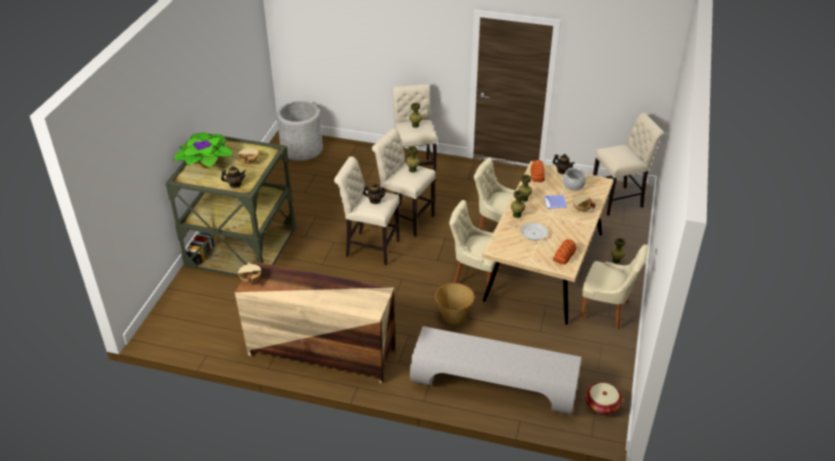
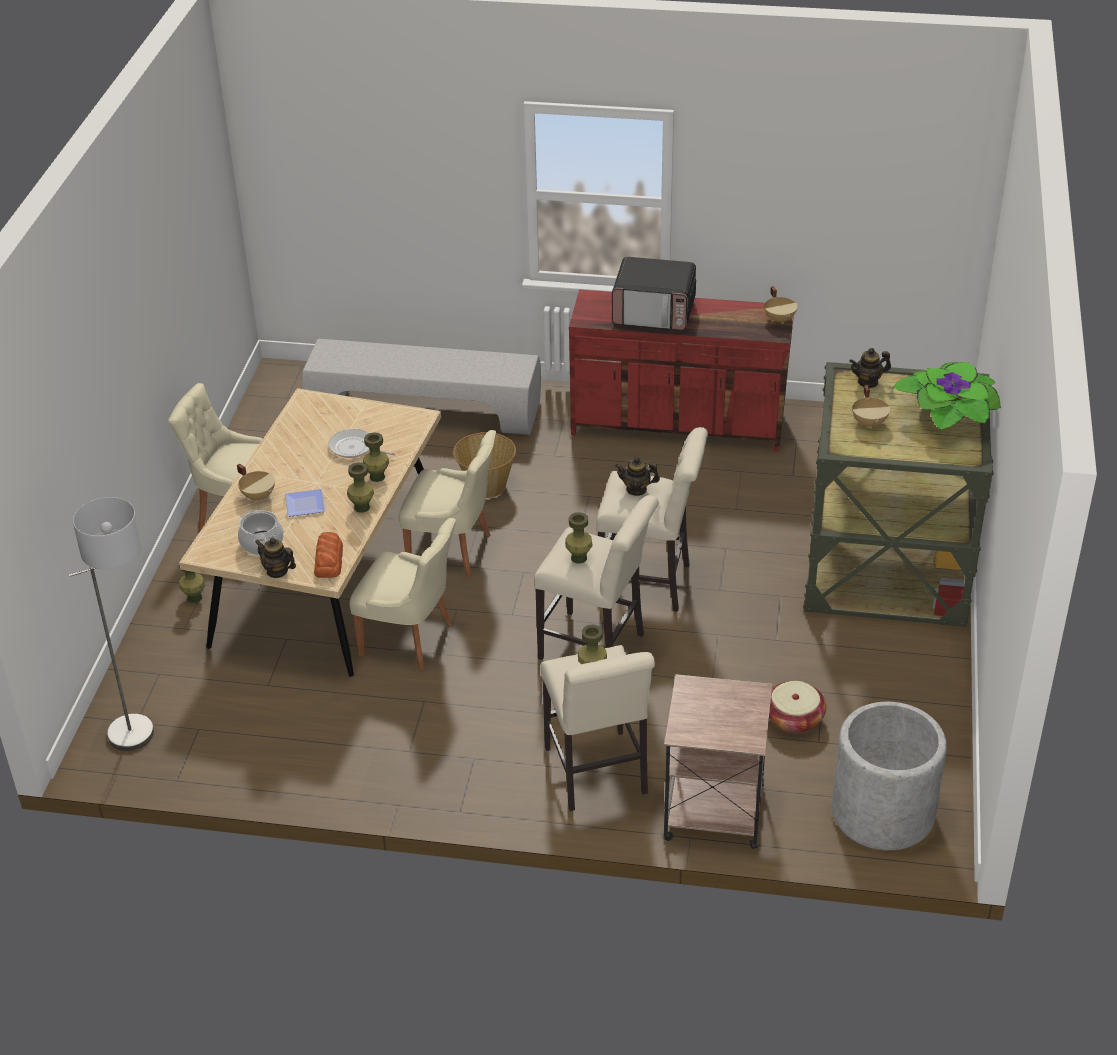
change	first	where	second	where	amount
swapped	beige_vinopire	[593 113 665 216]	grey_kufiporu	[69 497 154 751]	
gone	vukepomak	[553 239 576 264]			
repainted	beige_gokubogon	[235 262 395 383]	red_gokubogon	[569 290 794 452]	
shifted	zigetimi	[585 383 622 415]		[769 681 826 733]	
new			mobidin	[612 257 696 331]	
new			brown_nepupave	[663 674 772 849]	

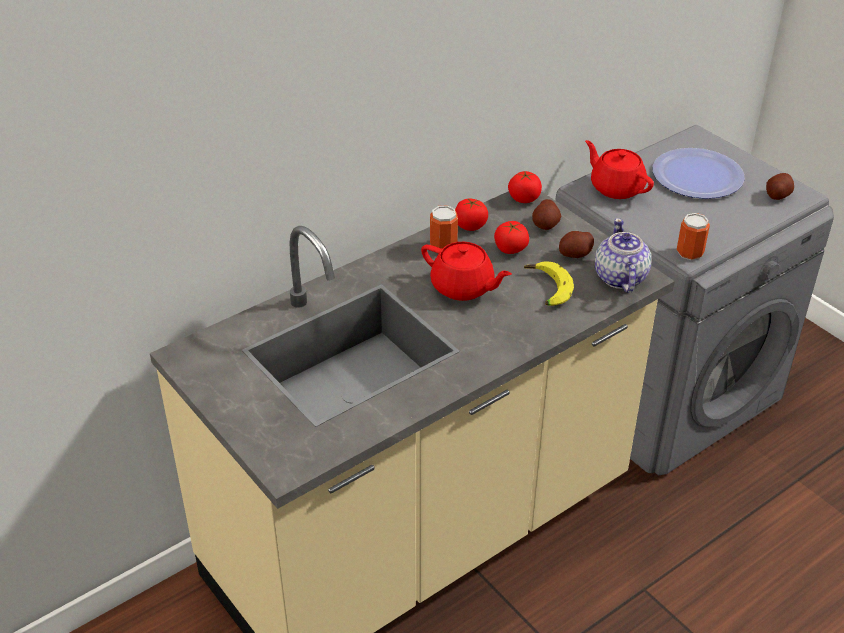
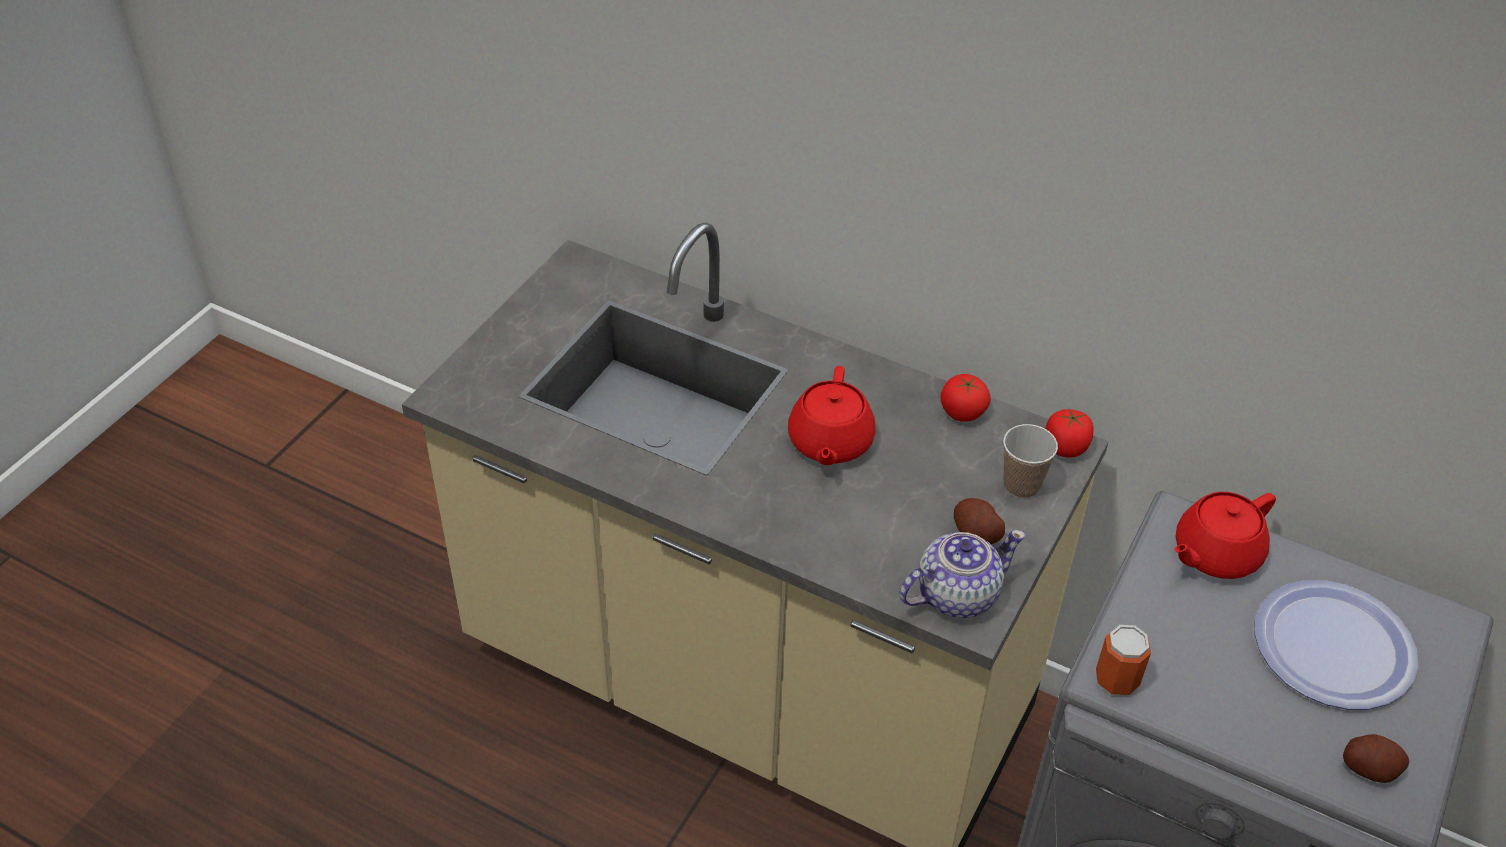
change	first	where	second	where	amount
rotated	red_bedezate	[585 140 654 199]		[1174 492 1276 579]	150 degrees counterclockwise
swapped	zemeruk	[532 199 561 230]	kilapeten	[1003 424 1058 498]	
gone	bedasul	[430 205 458 249]			
gone	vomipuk	[494 221 529 254]			
gone	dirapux	[524 261 574 306]			

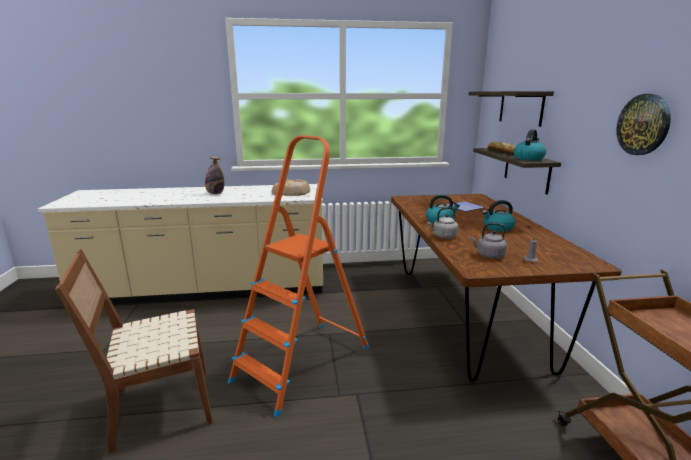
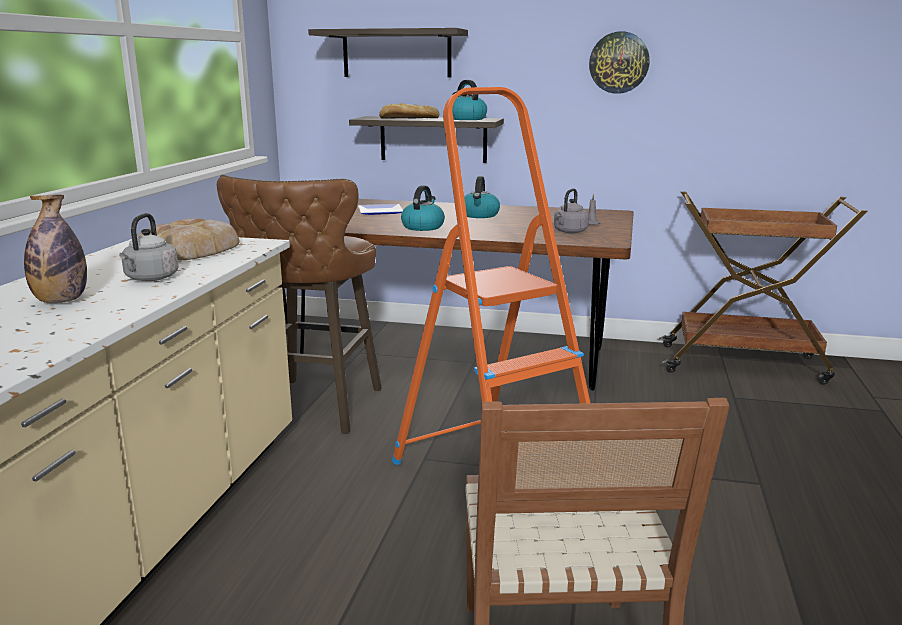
change	first	where	second	where	amount
shifted	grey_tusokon	[427 207 458 239]		[119 213 178 281]	
new			brown_vinopire	[217 175 382 434]	

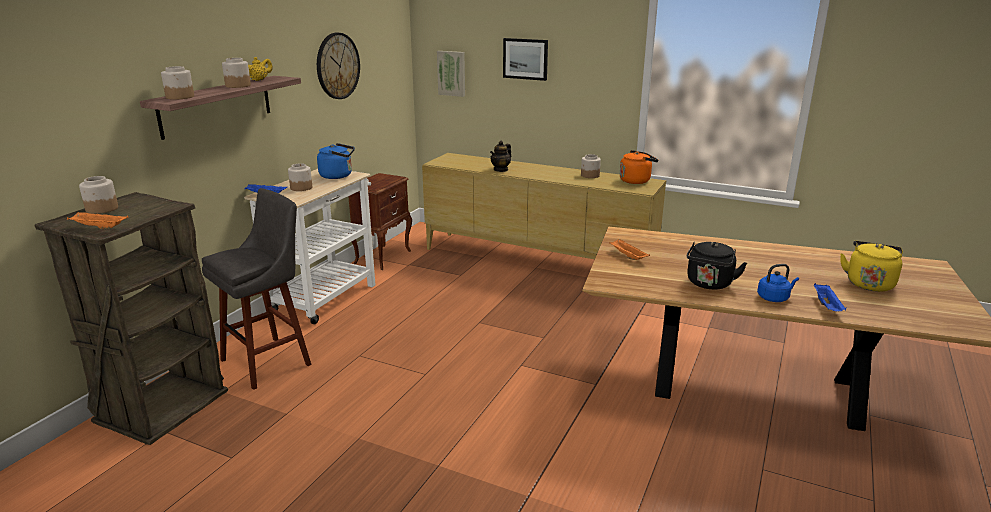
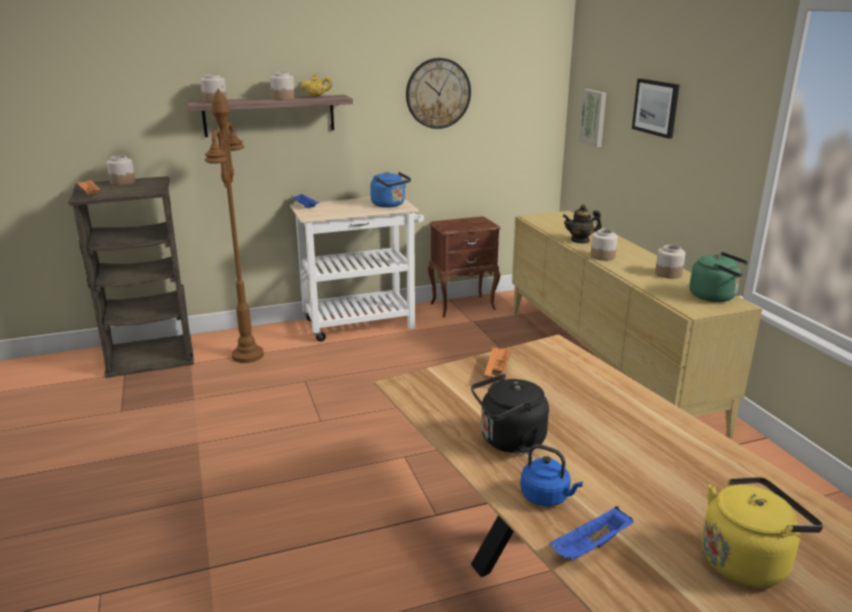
change	first	where	second	where	amount
repainted	orange_tusokon	[620 150 658 184]	green_tusokon	[690 252 748 302]	
shifted	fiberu	[288 163 312 191]		[591 229 618 261]	
swapped	grey_vinopire	[202 188 312 390]	brown_kufiporu	[205 89 264 363]	

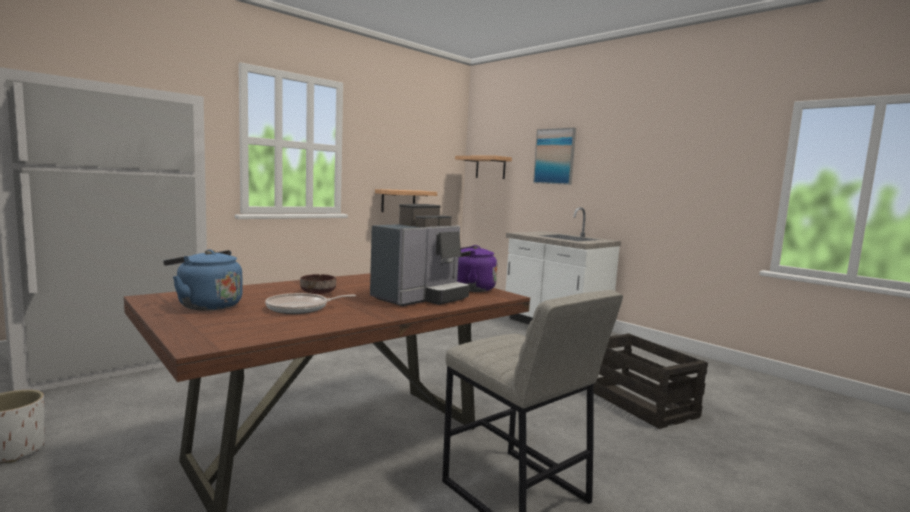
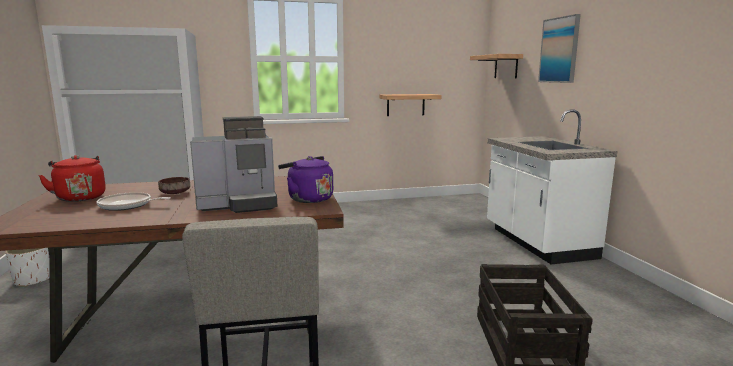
change	first	where	second	where	amount
repainted	blue_tusokon	[163 249 243 311]	red_tusokon	[38 155 106 202]	

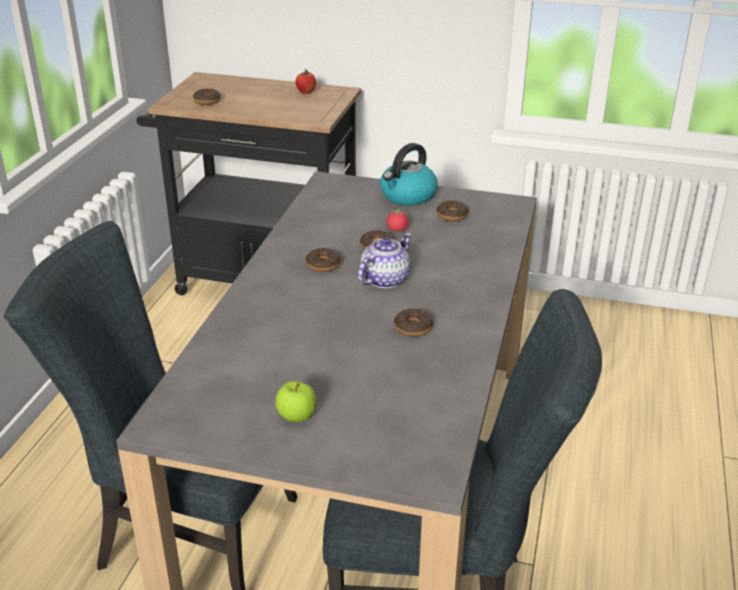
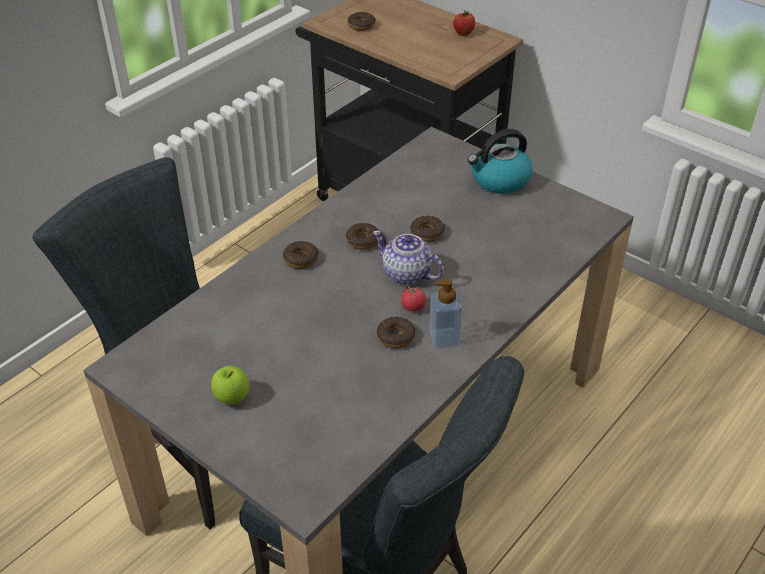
change	first	where	second	where	amount
shifted	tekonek	[436 200 468 221]		[283 241 319 269]	
shifted	vomipuk	[387 208 408 232]		[401 285 426 312]	
rotated	bedezate	[358 233 412 288]		[373 230 444 285]	120 degrees counterclockwise
new			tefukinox	[429 279 463 348]	

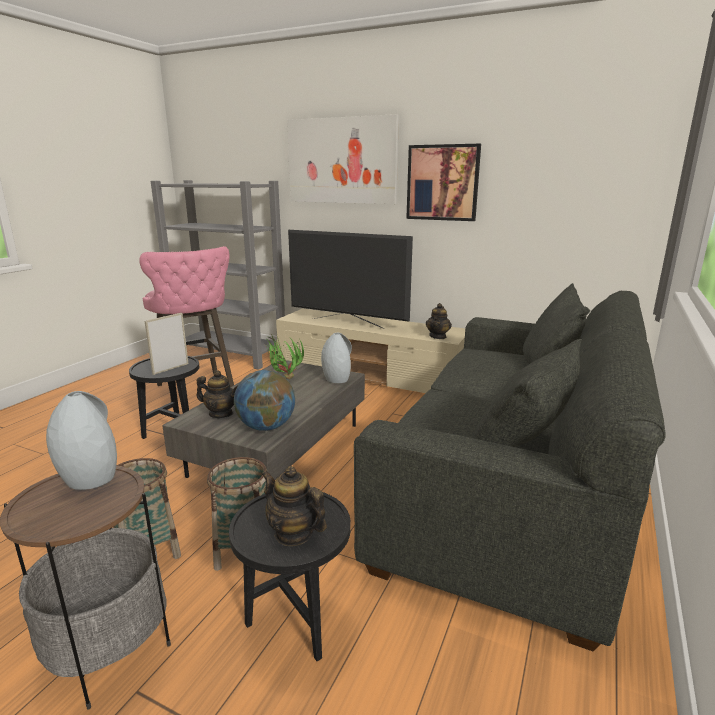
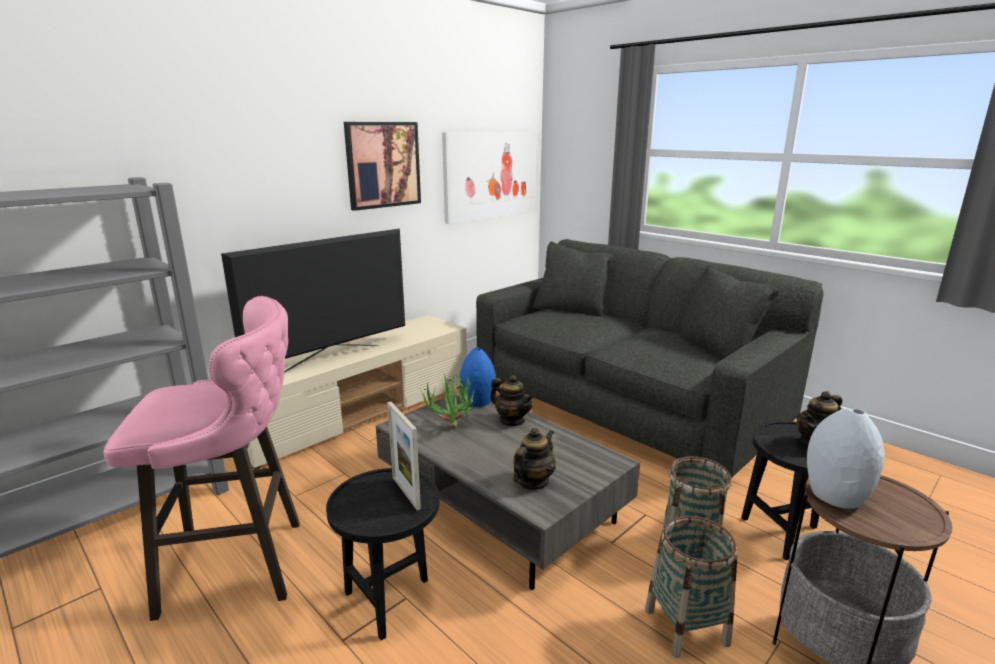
change	first	where	second	where	amount
shifted	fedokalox	[287 114 399 204]		[442 131 537 224]	
shifted	bedezate	[426 303 452 339]		[490 375 535 426]	
repainted	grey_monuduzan	[321 333 352 383]	blue_monuduzan	[460 347 496 407]	
gone	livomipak	[234 370 295 431]			

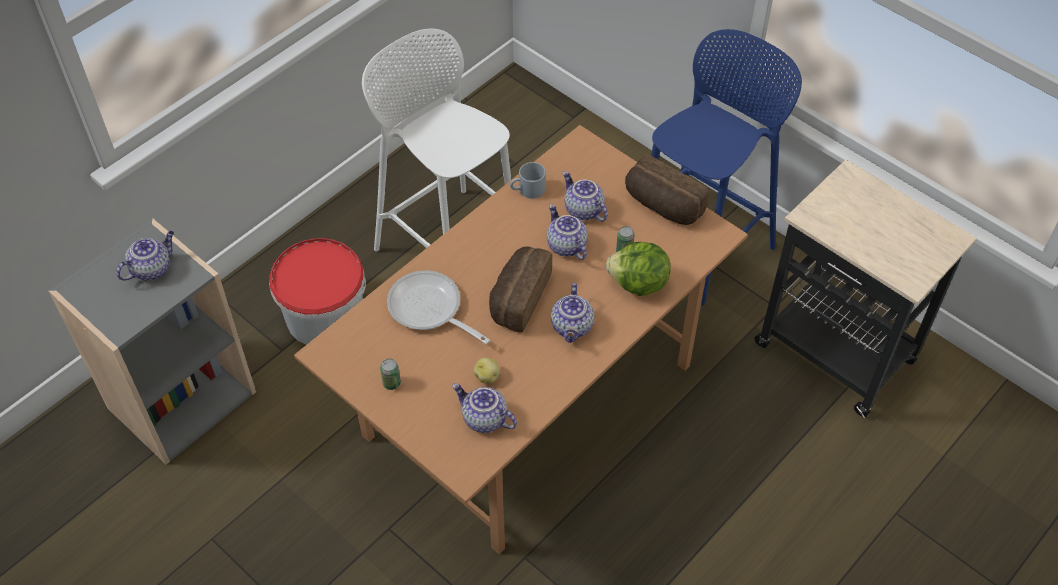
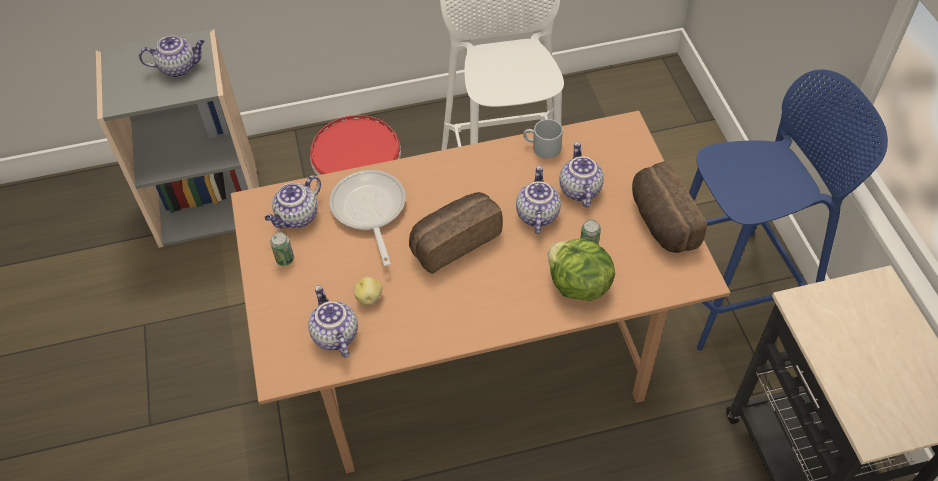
change	first	where	second	where	amount
shifted	bedezate	[551 283 594 343]		[265 175 321 228]	

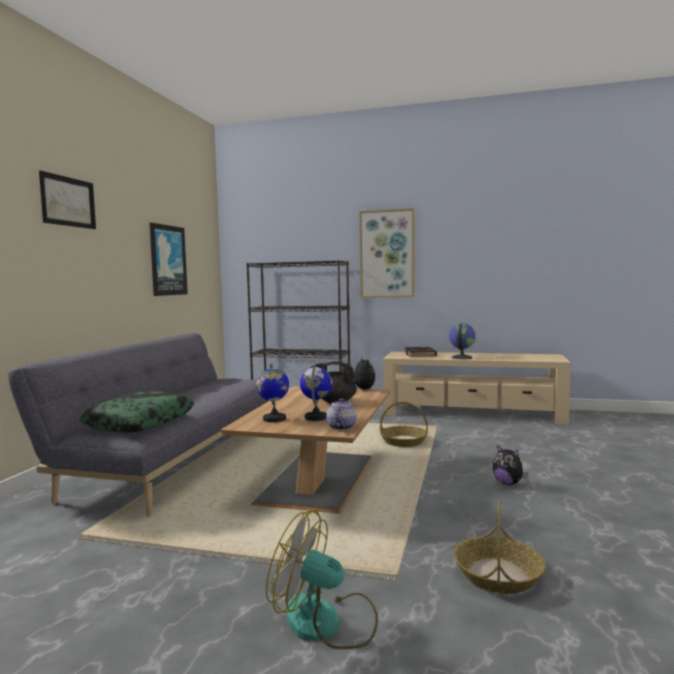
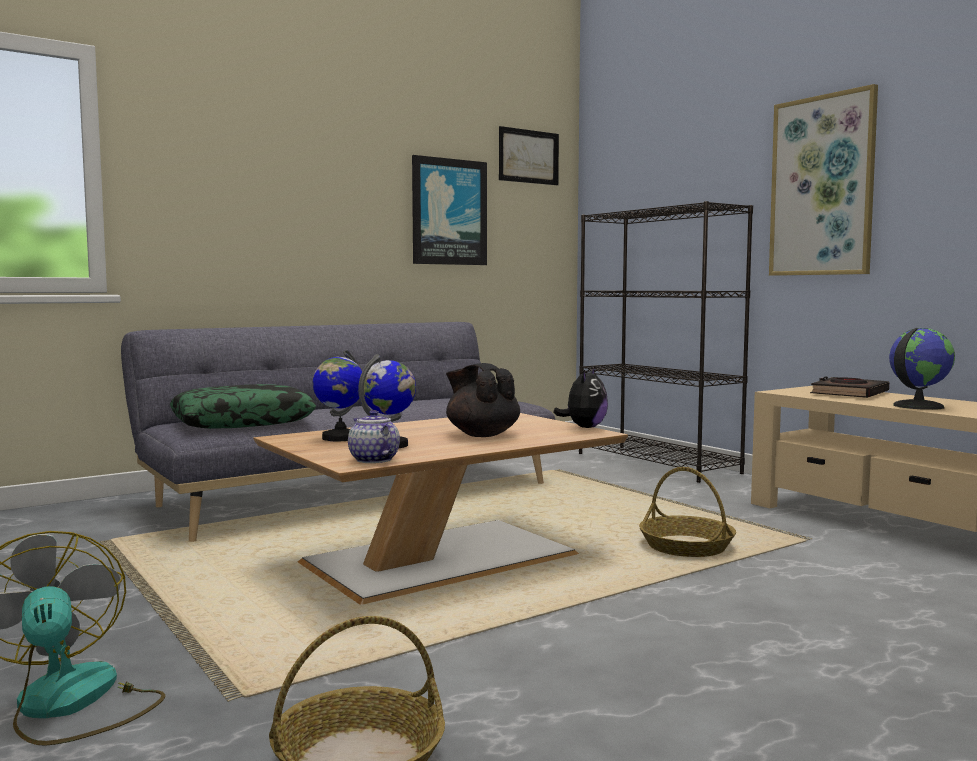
change	first	where	second	where	amount
shifted	fedokalox	[39 171 96 229]		[499 126 559 185]	
rotated	bedezate	[326 398 357 430]		[348 410 400 463]	90 degrees counterclockwise
gone	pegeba	[492 445 528 485]			

